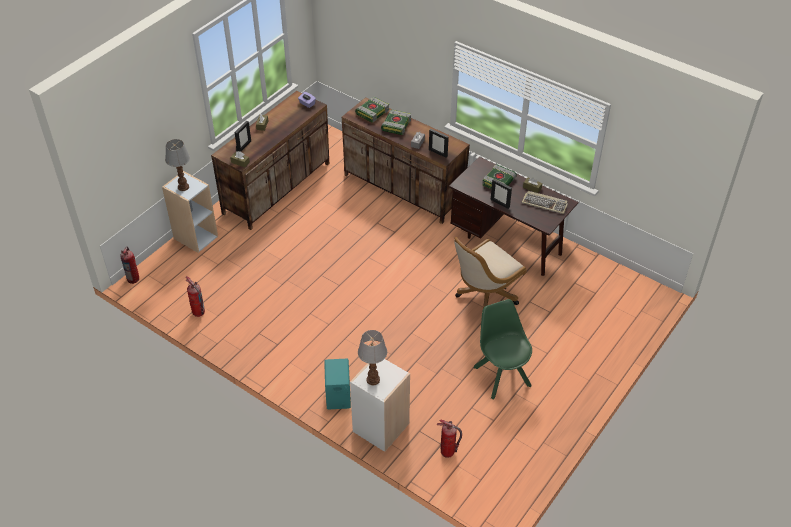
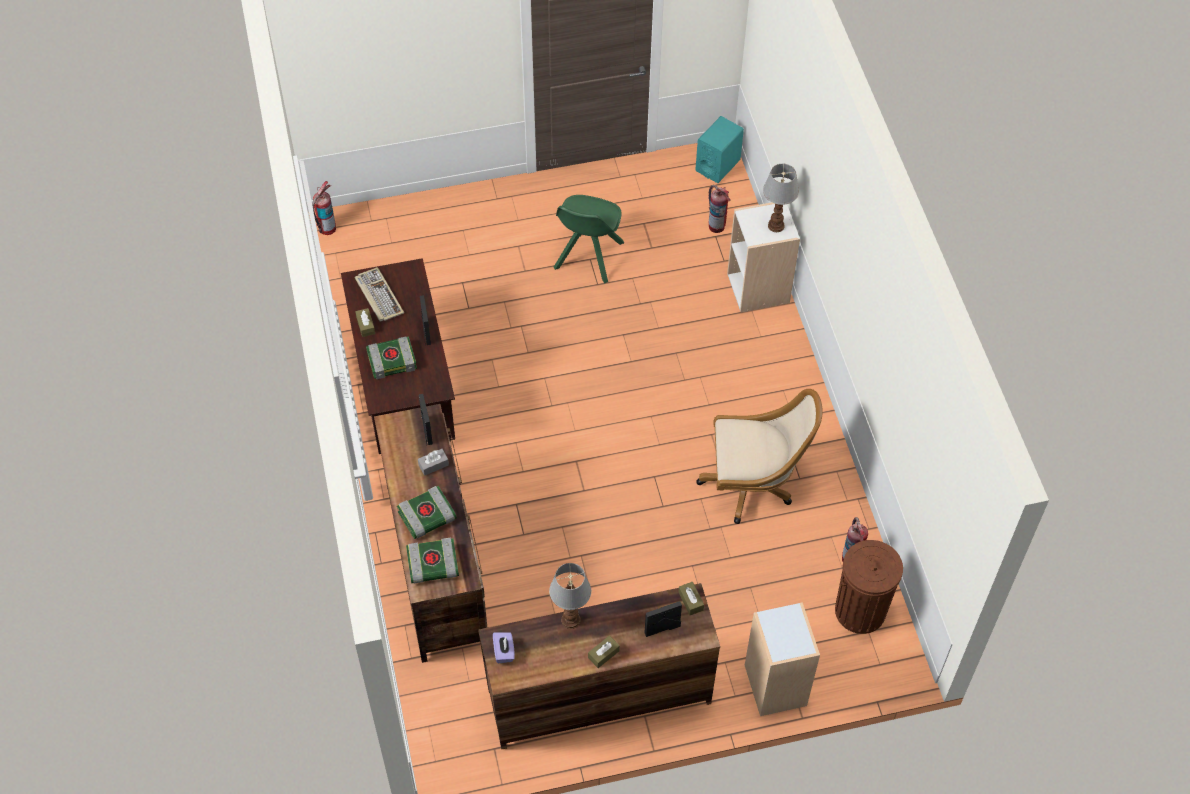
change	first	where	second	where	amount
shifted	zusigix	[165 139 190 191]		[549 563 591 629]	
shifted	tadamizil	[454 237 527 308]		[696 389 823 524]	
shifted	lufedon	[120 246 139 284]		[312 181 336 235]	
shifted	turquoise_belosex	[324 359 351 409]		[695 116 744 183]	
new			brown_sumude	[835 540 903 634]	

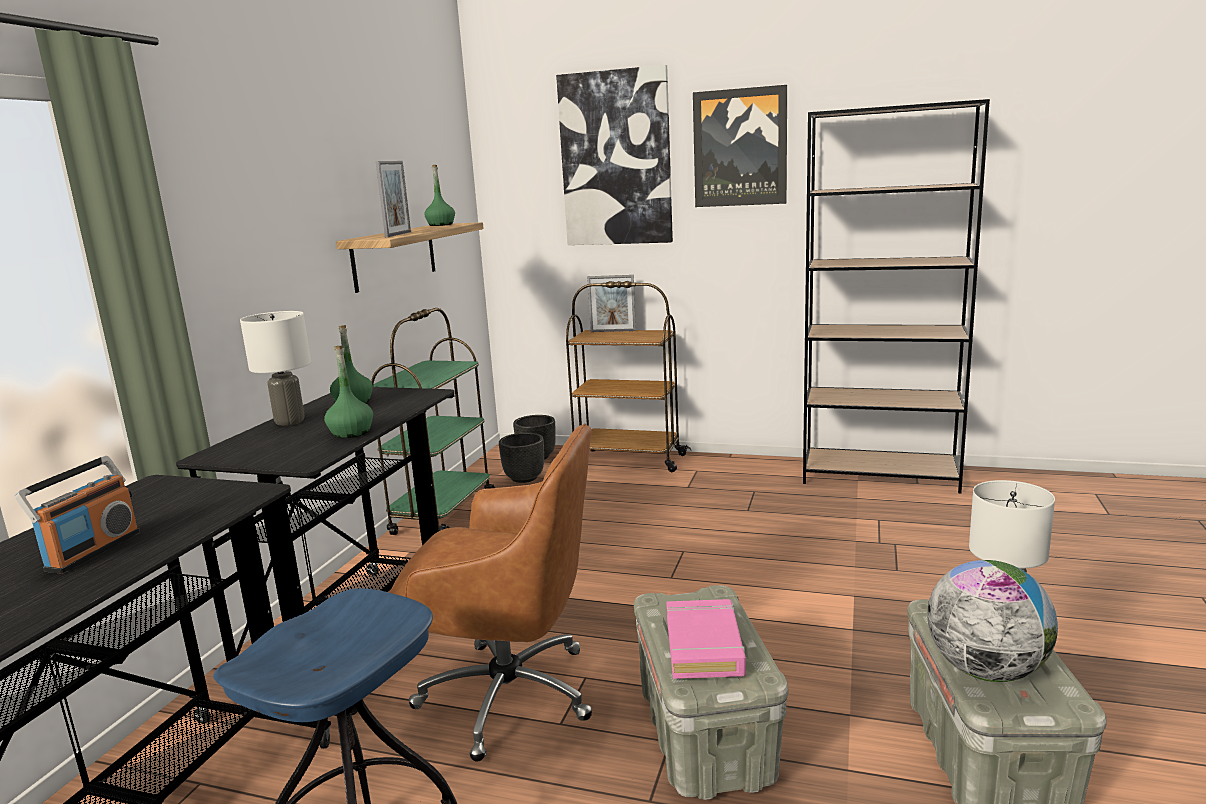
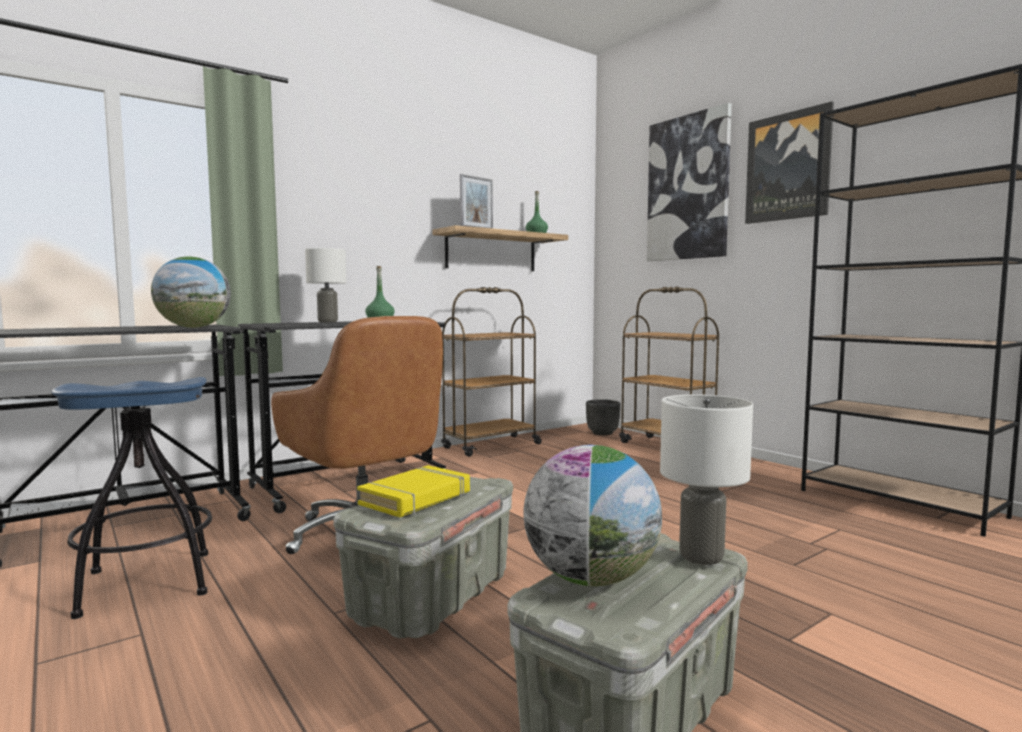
change	first	where	second	where	amount
gone	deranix	[587 275 636 332]			
repainted	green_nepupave	[371 308 495 535]	brown_nepupave	[441 287 542 457]	
gone	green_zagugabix	[324 346 373 438]			
gone	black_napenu	[499 433 544 483]			
gone	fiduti	[15 456 140 574]			
repainted	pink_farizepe	[666 599 746 679]	yellow_farizepe	[357 465 470 517]	
new			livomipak	[151 256 231 328]	

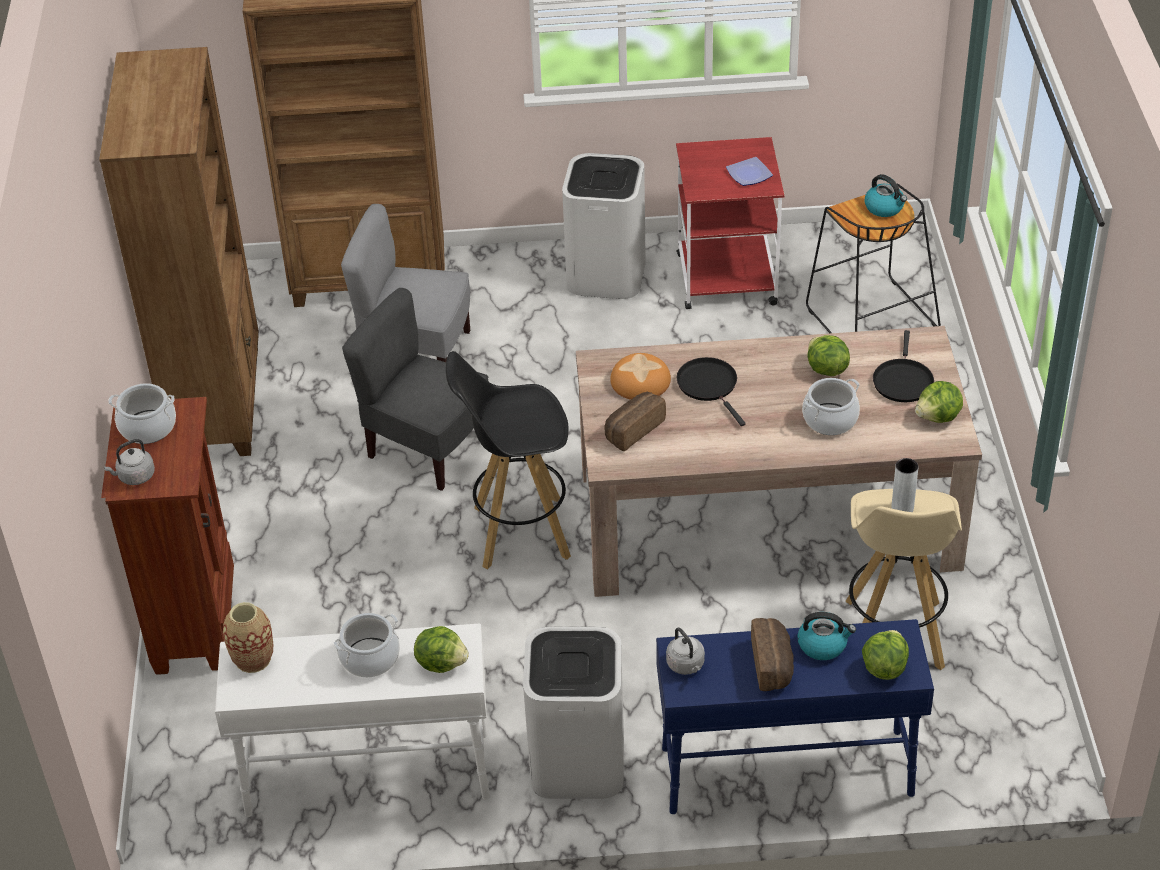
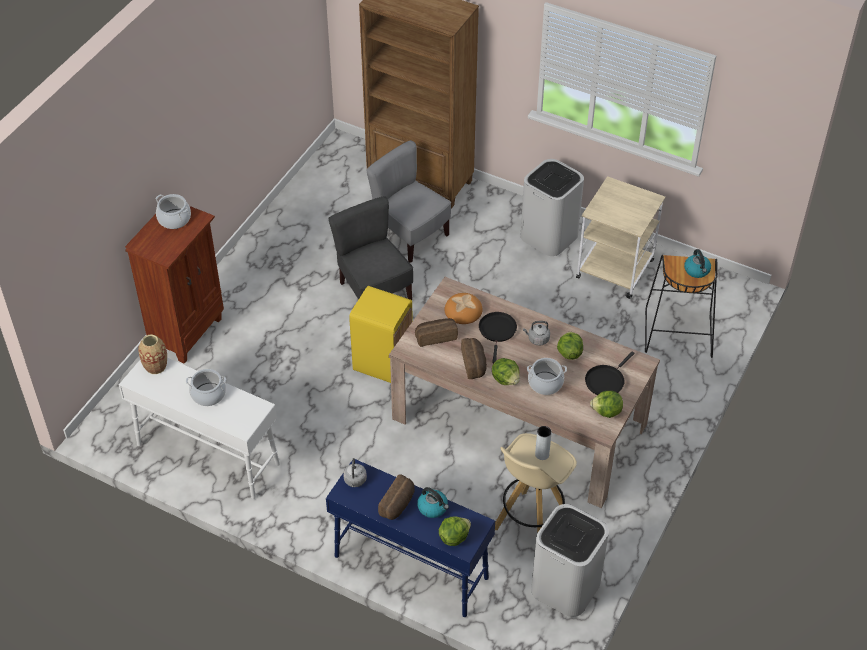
change	first	where	second	where	amount
gone	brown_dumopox	[99 47 259 456]			
repainted	red_nepupave	[676 137 785 309]	beige_nepupave	[576 176 665 299]	
gone	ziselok	[726 157 773 186]			
swapped	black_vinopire	[446 351 571 570]	yellow_sumude	[349 286 413 383]	
shifted	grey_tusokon	[104 439 155 485]		[523 321 550 346]	
shifted	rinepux	[414 626 469 673]		[492 358 520 385]	
shifted	white_sumude	[523 627 624 799]		[531 504 609 617]	
new			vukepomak	[461 338 487 379]	

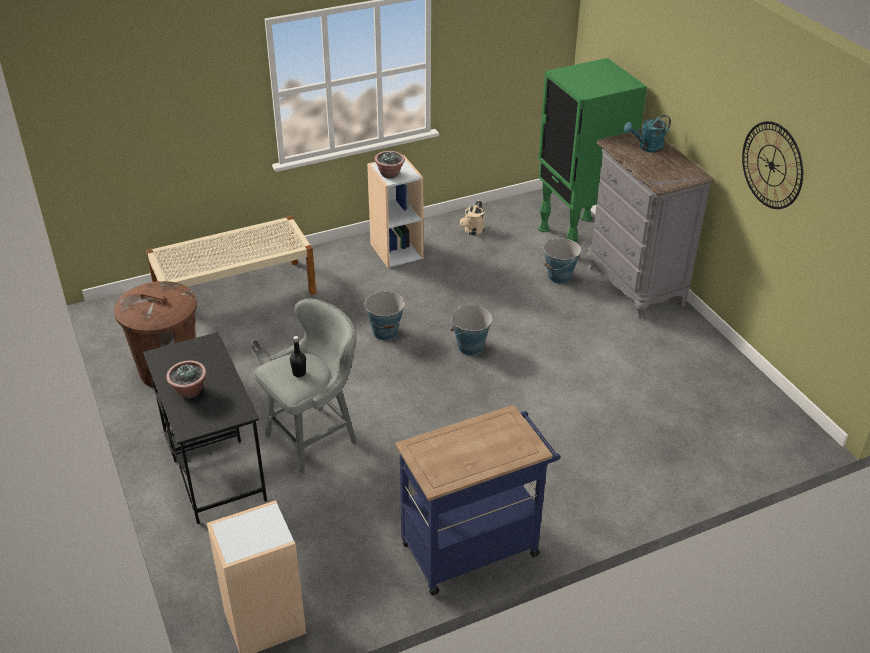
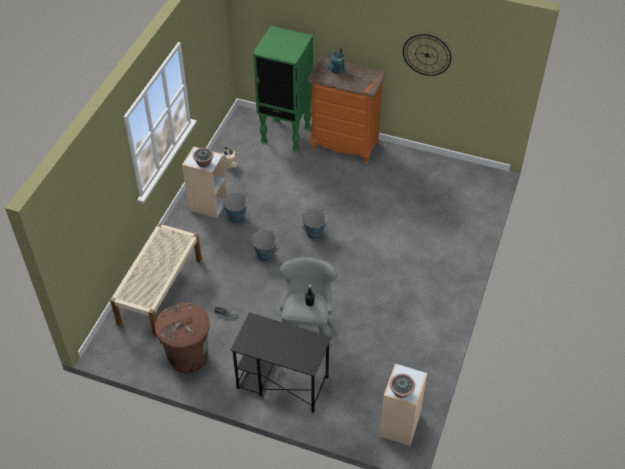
change	first	where	second	where	amount
repainted	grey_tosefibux	[587 130 714 319]	orange_tosefibux	[307 57 386 164]	
shifted	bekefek	[542 238 581 284]		[222 193 248 223]	
shifted	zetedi	[166 361 207 398]		[390 374 415 398]	
gone	blue_nepupave	[395 405 561 595]			

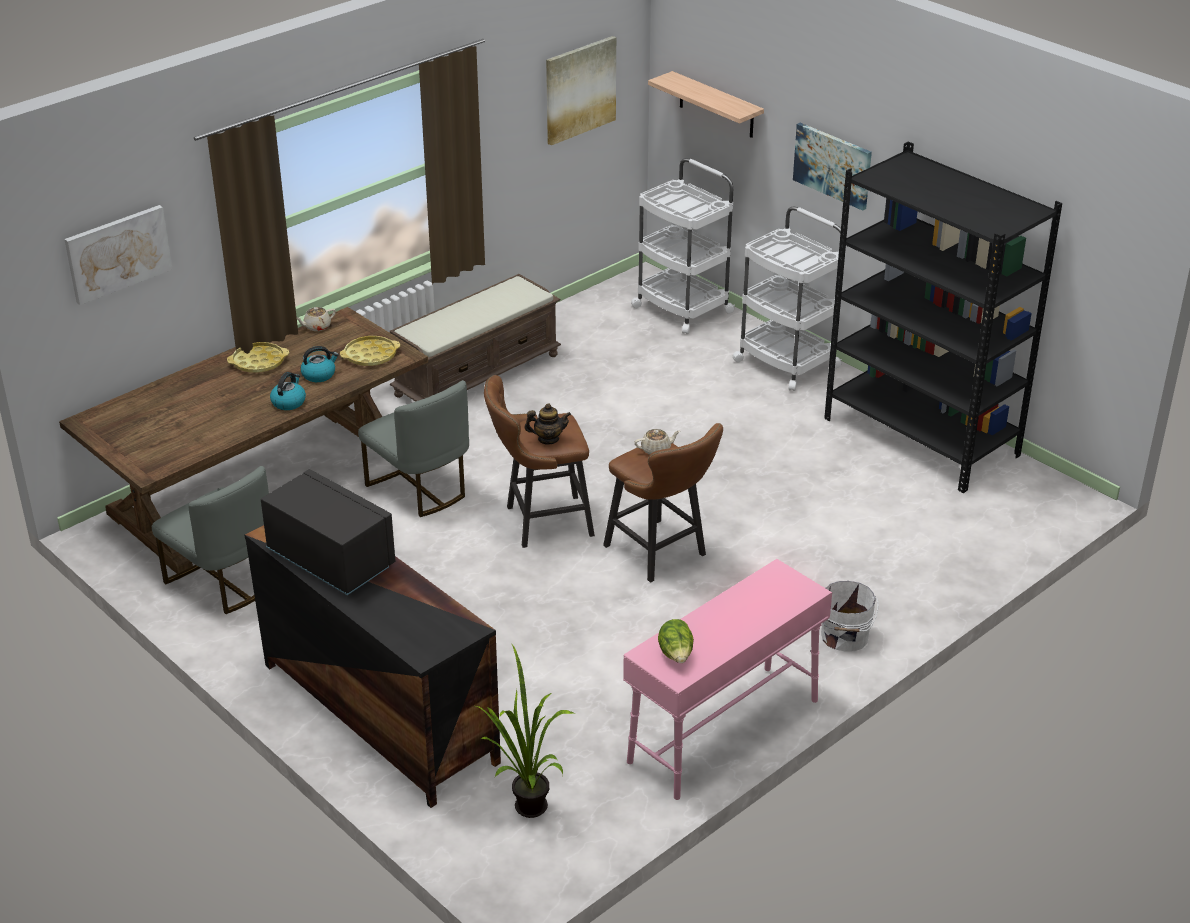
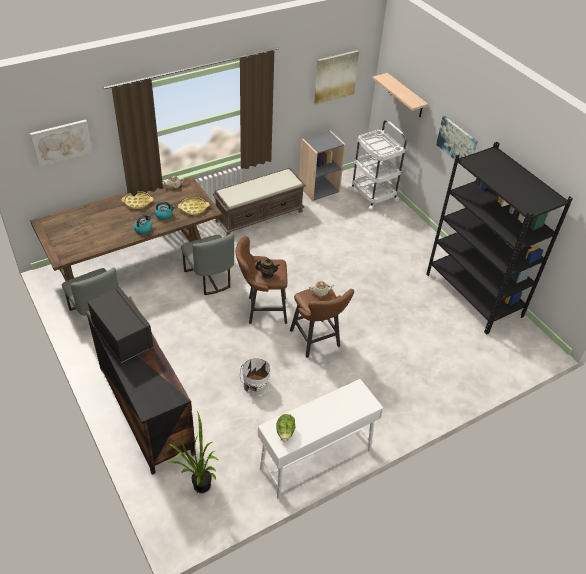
change	first	where	second	where	amount
gone	white_nepupave	[733 207 843 391]			
repainted	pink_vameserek	[623 559 832 800]	white_vameserek	[258 379 383 499]	
shifted	white_bekefek	[821 581 879 651]		[240 358 271 396]	
new			grey_dumopox	[299 130 346 201]	

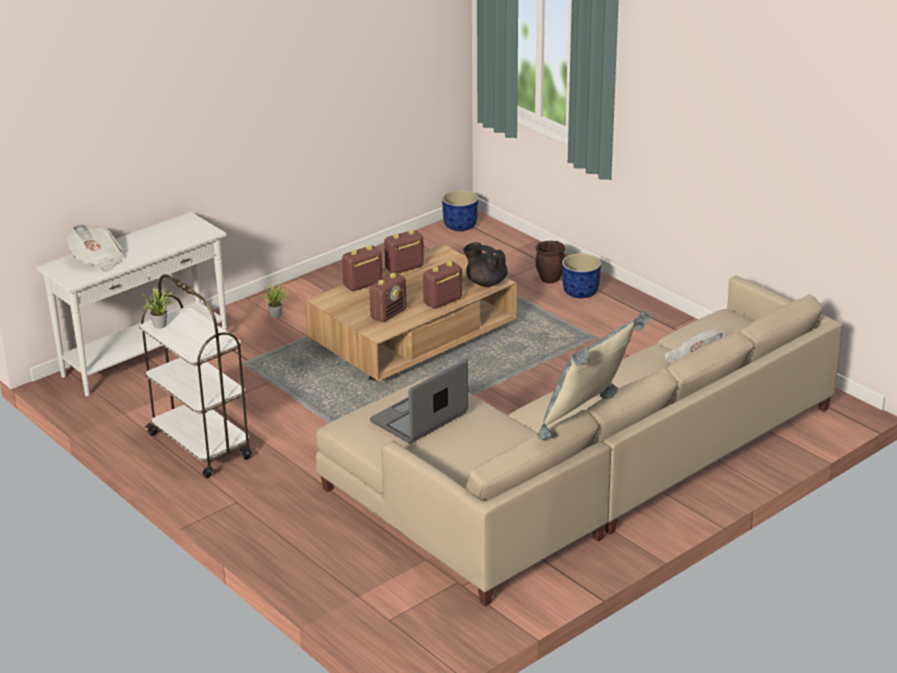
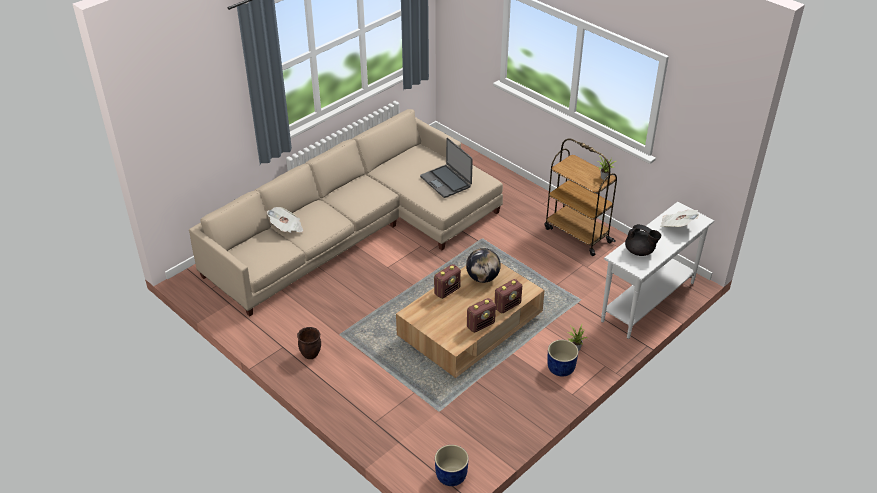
change	first	where	second	where	amount
shifted	brown_napenu	[535 241 565 283]		[297 327 321 359]	
shifted	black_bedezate	[463 242 508 287]		[625 224 661 256]	
shifted	blue_napenu	[562 254 601 298]		[547 340 578 376]	
swapped	fiduti	[369 273 406 322]	livomipak	[466 248 501 283]	
repainted	white_nepupave	[140 274 252 478]	brown_nepupave	[544 139 617 256]	
gone	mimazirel	[536 310 650 440]			
rotated	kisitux	[370 359 468 444]		[420 138 473 198]	105 degrees clockwise

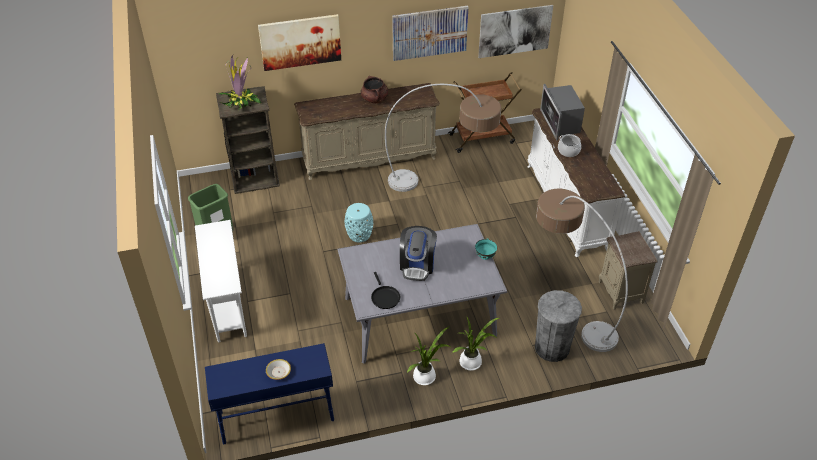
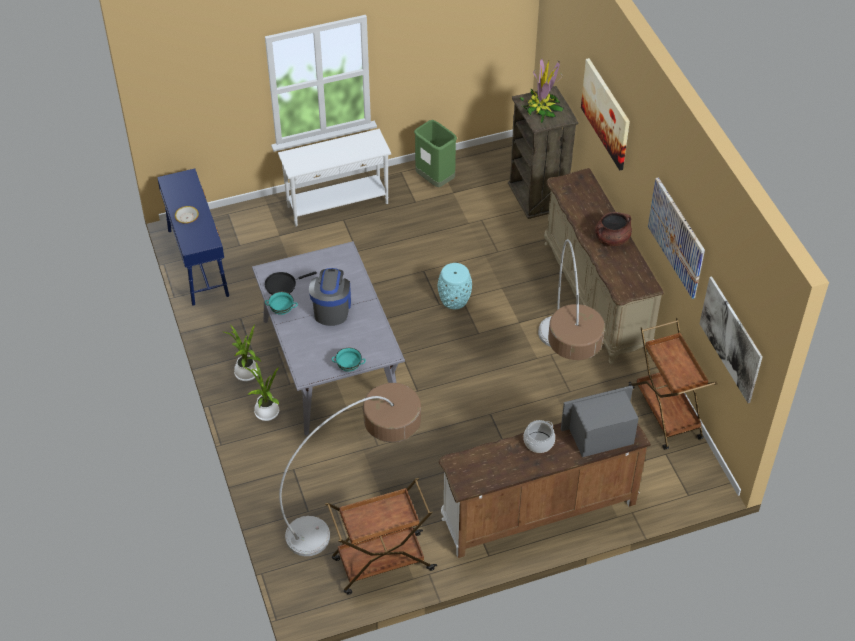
change	first	where	second	where	amount
rotated	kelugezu	[400 226 437 281]		[309 268 351 326]	90 degrees clockwise
swapped	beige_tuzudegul	[599 231 658 309]	brown_nepupave	[325 478 437 595]	
gone	grey_sumude	[535 290 582 362]			
new			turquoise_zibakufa	[265 292 298 315]	

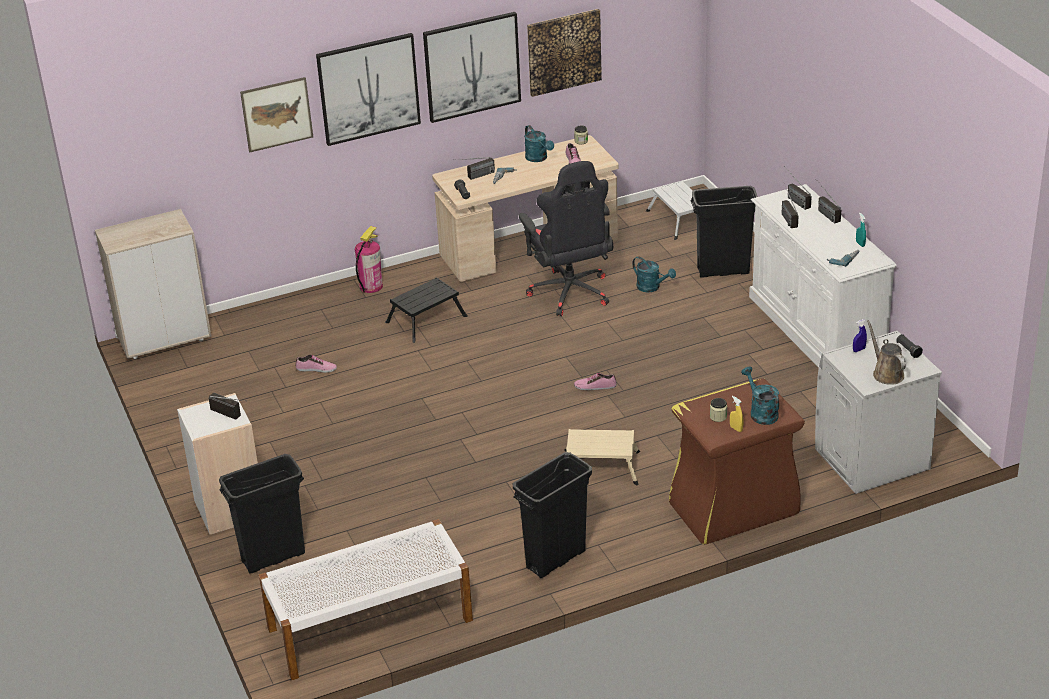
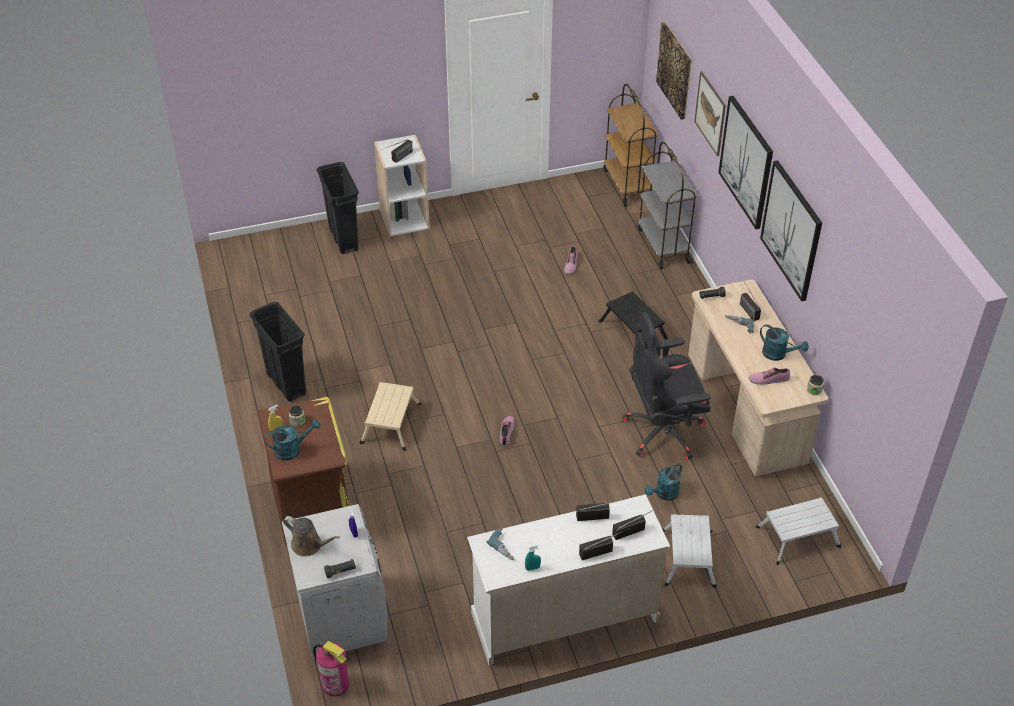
change	first	where	second	where	amount
shifted	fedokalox	[527 9 602 97]		[656 22 692 120]	
rotated	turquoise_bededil	[524 125 554 162]		[760 324 809 361]	120 degrees counterclockwise
swapped	black_sumude	[691 186 758 277]	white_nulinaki	[662 514 717 589]	
swapped	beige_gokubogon	[95 209 211 359]	brown_nepupave	[604 84 658 207]	
shifted	lufedon	[355 226 383 293]		[313 641 349 696]	
rotated	brown_bededil	[867 320 906 385]		[283 516 340 557]	45 degrees clockwise
gone	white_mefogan	[259 519 473 680]			
new			grey_nepupave	[638 142 697 269]	

